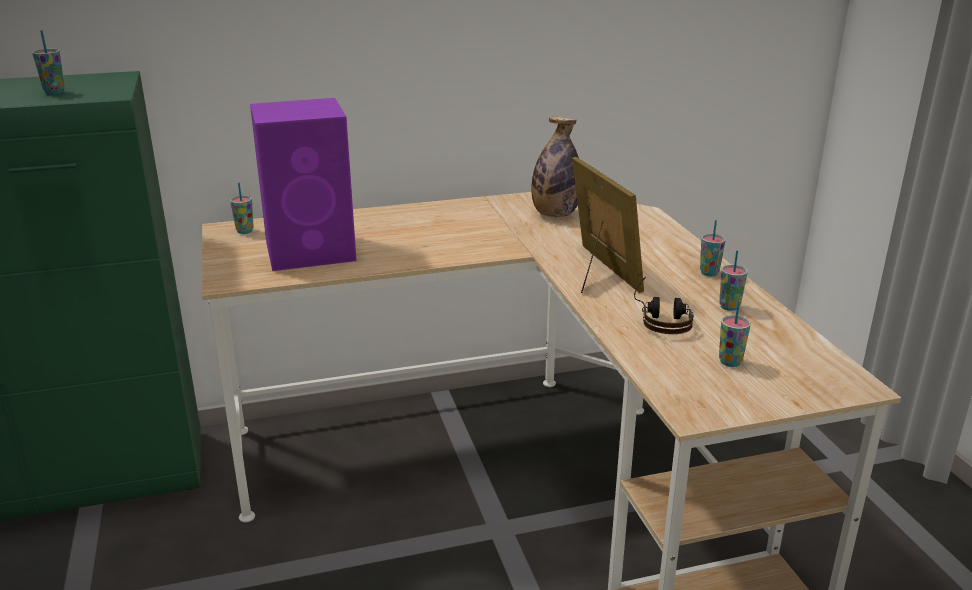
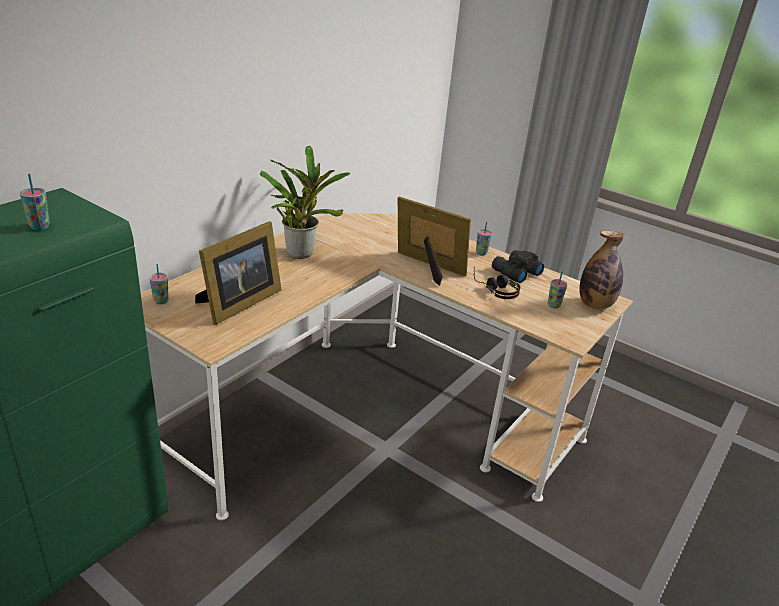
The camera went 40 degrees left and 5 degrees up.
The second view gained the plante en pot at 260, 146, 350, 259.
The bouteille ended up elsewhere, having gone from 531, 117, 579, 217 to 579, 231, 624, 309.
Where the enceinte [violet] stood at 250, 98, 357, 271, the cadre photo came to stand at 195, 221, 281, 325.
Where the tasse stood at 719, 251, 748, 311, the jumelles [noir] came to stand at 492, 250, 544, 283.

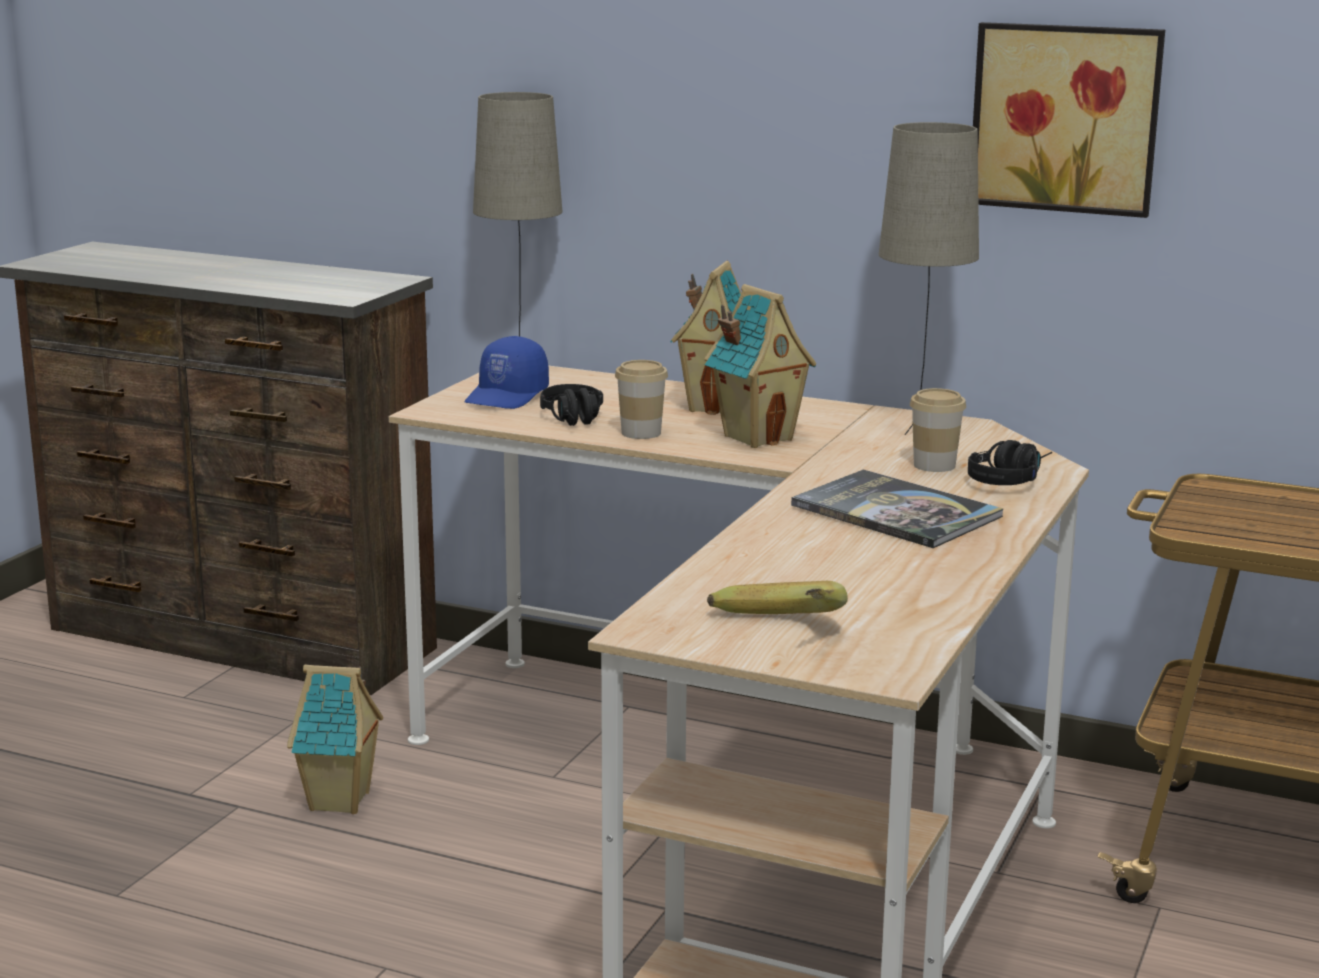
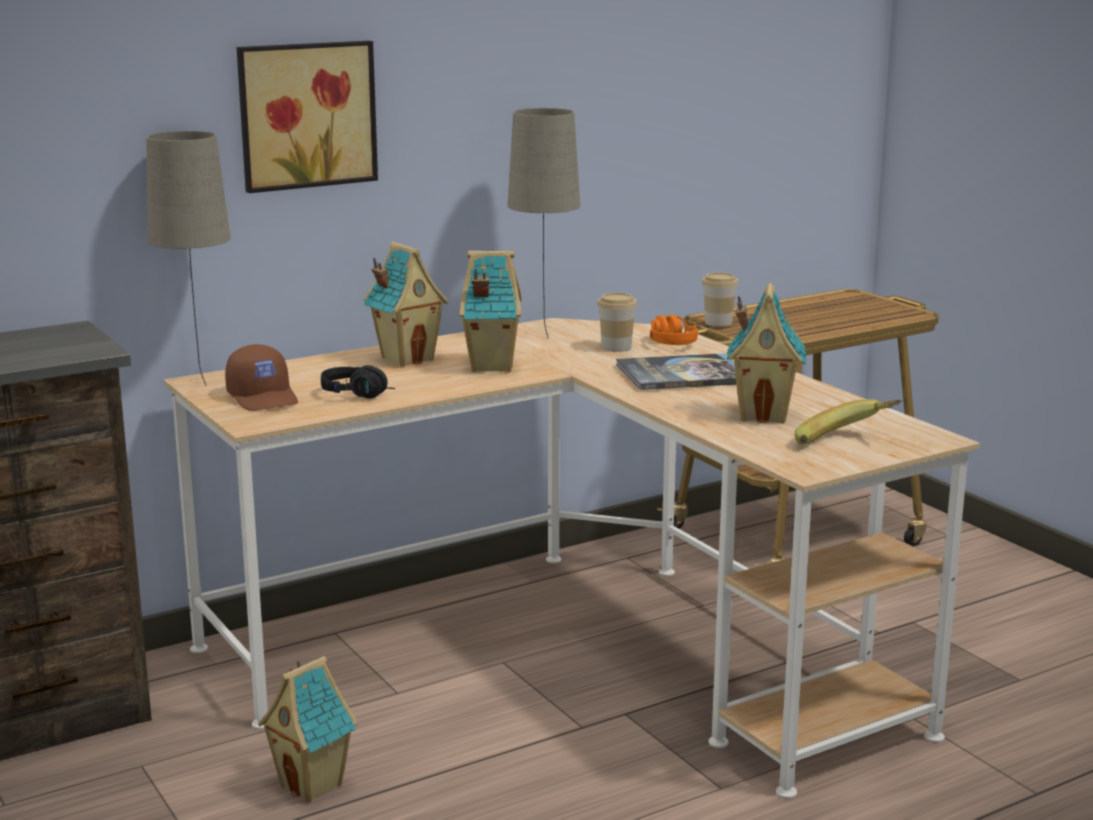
The camera went 55 degrees left and 0 degrees up.
The second view gained the maison miniature at 727, 283, 806, 424.
The tasse ended up elsewhere, having gone from 615, 360, 668, 439 to 702, 273, 738, 327.
The tableau ended up elsewhere, having gone from 973, 22, 1165, 218 to 236, 41, 378, 193.
What was the casquette [bleu] at 465, 336, 549, 409 turned into the casquette [marron] at 225, 344, 298, 411.
What was the casque audio [noir] at 968, 440, 1052, 485 turned into the casque audio [orange] at 650, 315, 698, 345.

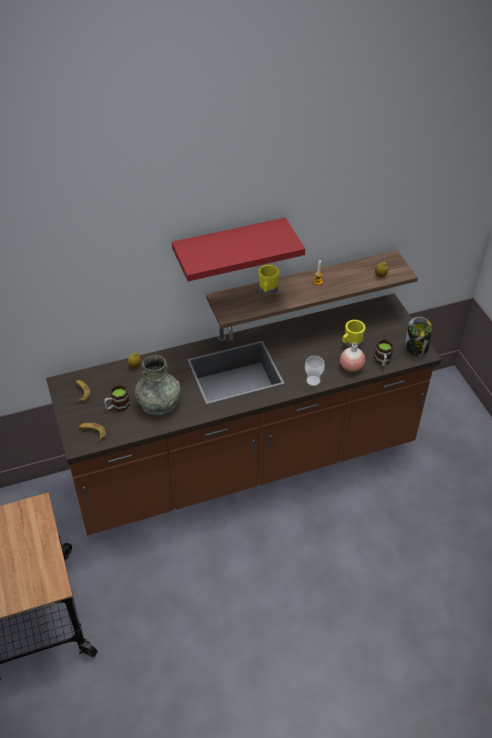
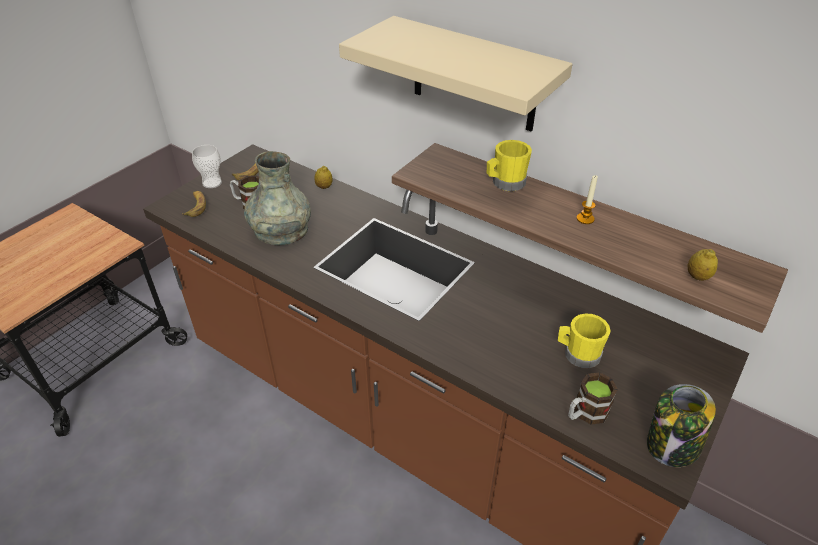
The camera went 55 degrees right and 5 degrees down.
The second view lost the vase at 340, 343, 365, 372.
The tasse ended up elsewhere, having gone from 305, 356, 325, 386 to 192, 145, 222, 188.
What was the étagère [rouge] at 172, 218, 305, 281 turned into the étagère [beige] at 339, 16, 573, 132.

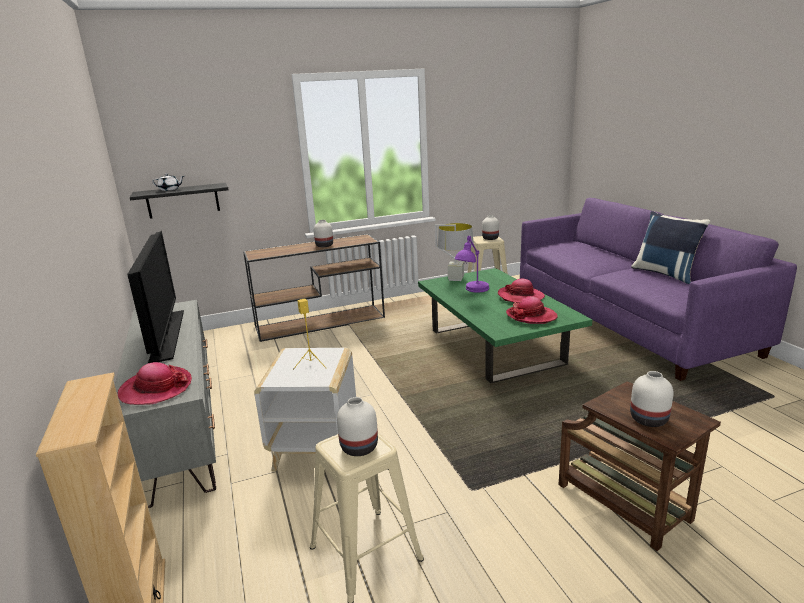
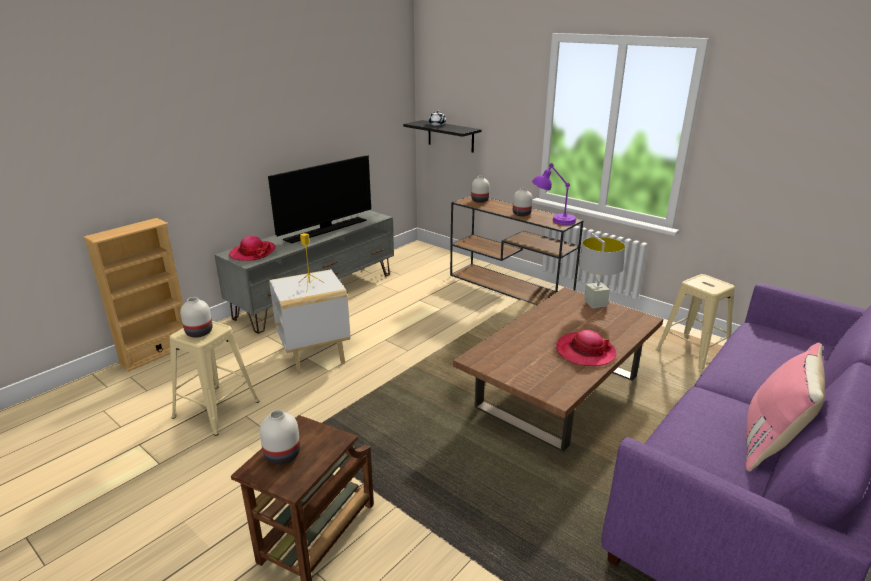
The camera went 60 degrees right and 5 degrees up.
The second view lost the chapeau at 506, 296, 558, 324.
The lampe de table [violet] ended up elsewhere, having gone from 455, 236, 489, 293 to 532, 163, 576, 225.
The vase [blanc] ended up elsewhere, having gone from 482, 215, 499, 240 to 471, 176, 489, 203.
What was the table basse [vert] at 418, 268, 592, 384 turned into the table basse [marron] at 453, 287, 663, 452.
What was the coussin [bleu] at 631, 211, 710, 284 turned into the coussin [rose] at 745, 343, 825, 472.

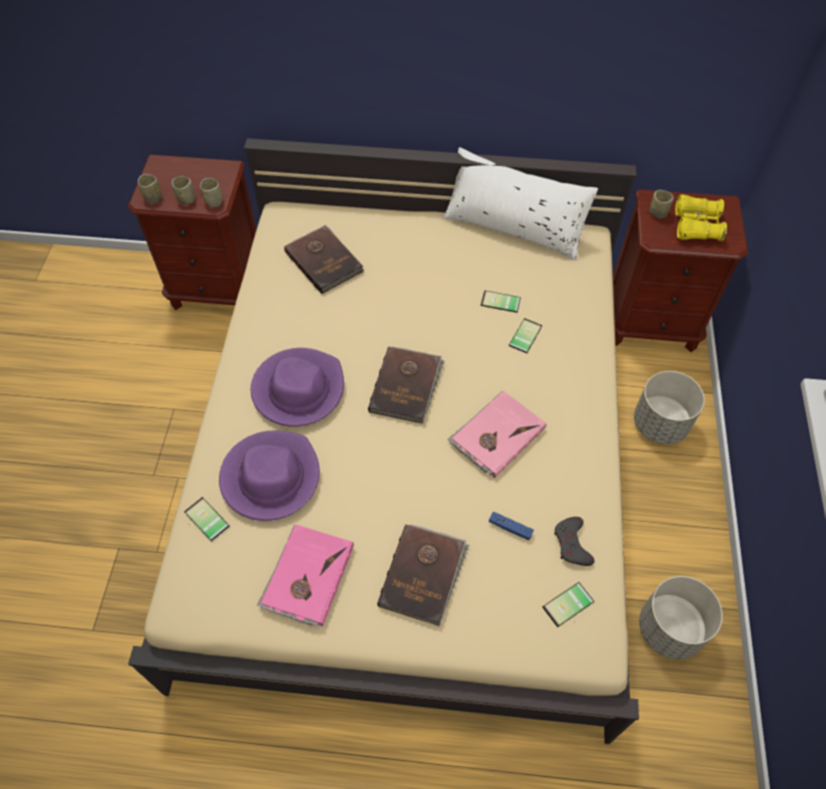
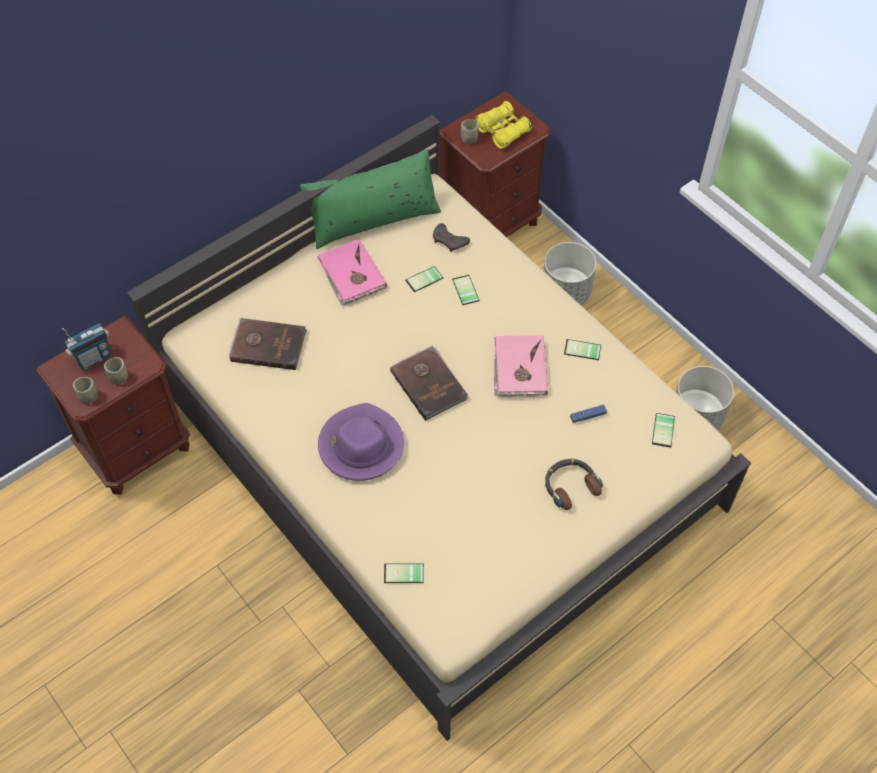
The camera went 45 degrees left and 0 degrees up.
The second view lost the tasse at 200, 178, 222, 207.
The second view lost the chapeau [violet] at 219, 430, 320, 521.
The second view gained the radio at 62, 324, 111, 370.
The second view gained the téléphone at 564, 339, 601, 360.
The livre [rose] ended up elsewhere, having gone from 257, 524, 354, 626 to 317, 239, 387, 306.
The manette [gris] ended up elsewhere, having gone from 554, 517, 595, 566 to 433, 223, 470, 252.
Where the livre [marron] stood at 377, 524, 469, 626, the casque audio came to stand at 545, 458, 603, 510.
What was the coussin [blanc] at 443, 147, 598, 260 turned into the coussin [vert] at 300, 149, 441, 249.

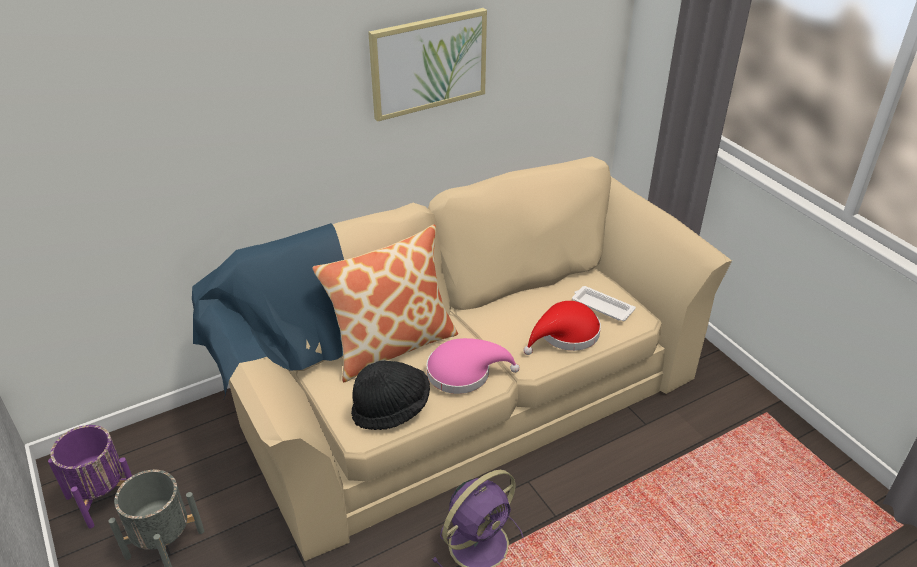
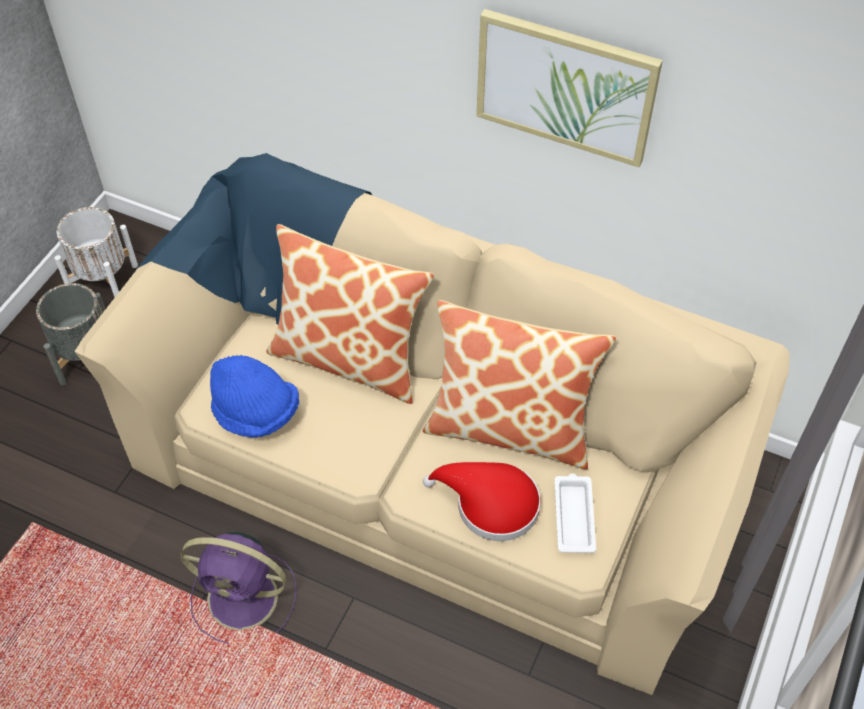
The camera went 55 degrees right and 15 degrees up.
The second view lost the chapeau [rose] at 426, 338, 520, 394.
The second view gained the coussin at 423, 300, 616, 470.
What was the cache-pot [violet] at 48, 425, 132, 529 turned into the cache-pot [blanc] at 54, 207, 138, 297.
What was the chapeau [noir] at 351, 361, 430, 430 turned into the chapeau [bleu] at 210, 355, 299, 438.

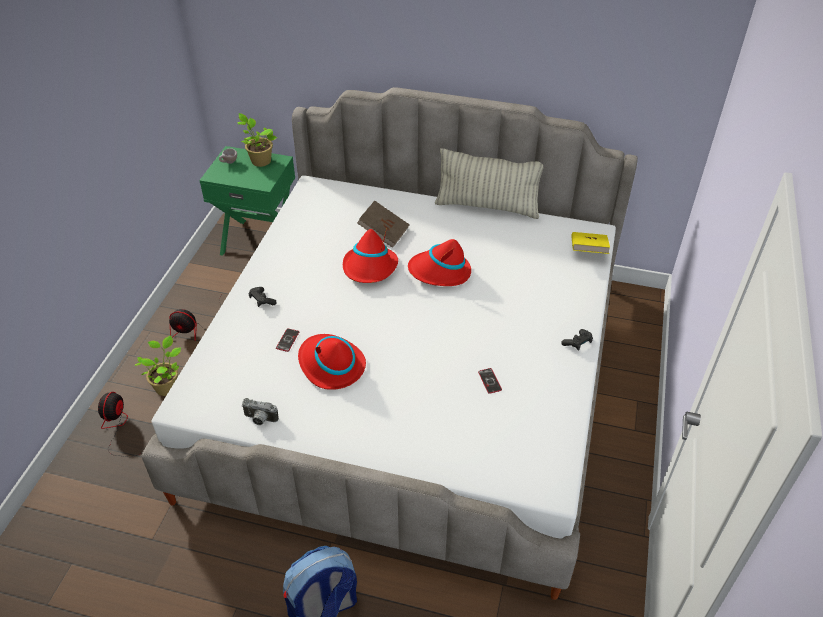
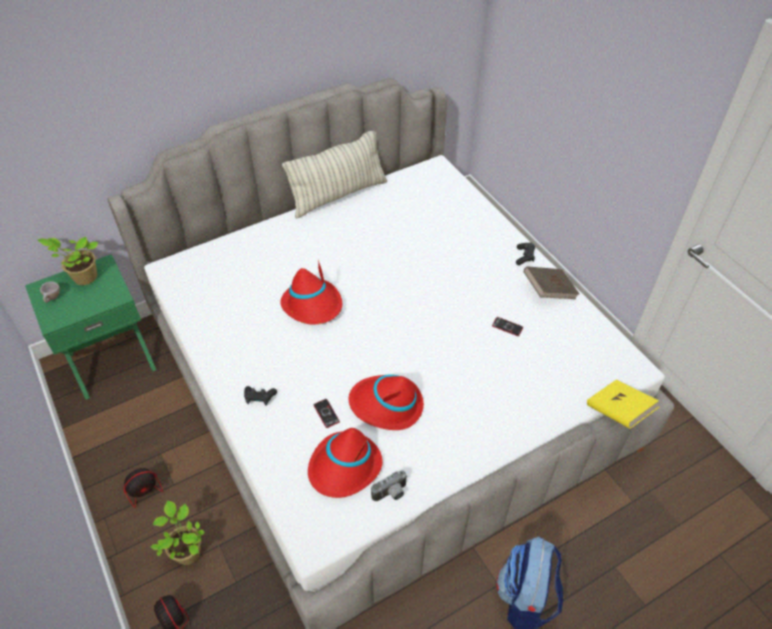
The camera went 45 degrees left and 5 degrees up.
The livre [marron] ended up elsewhere, having gone from 357, 201, 410, 248 to 524, 266, 579, 299.
The chapeau [rouge] ended up elsewhere, having gone from 408, 239, 471, 286 to 308, 428, 383, 498.
The livre [jaune] ended up elsewhere, having gone from 571, 232, 610, 254 to 587, 380, 659, 429.

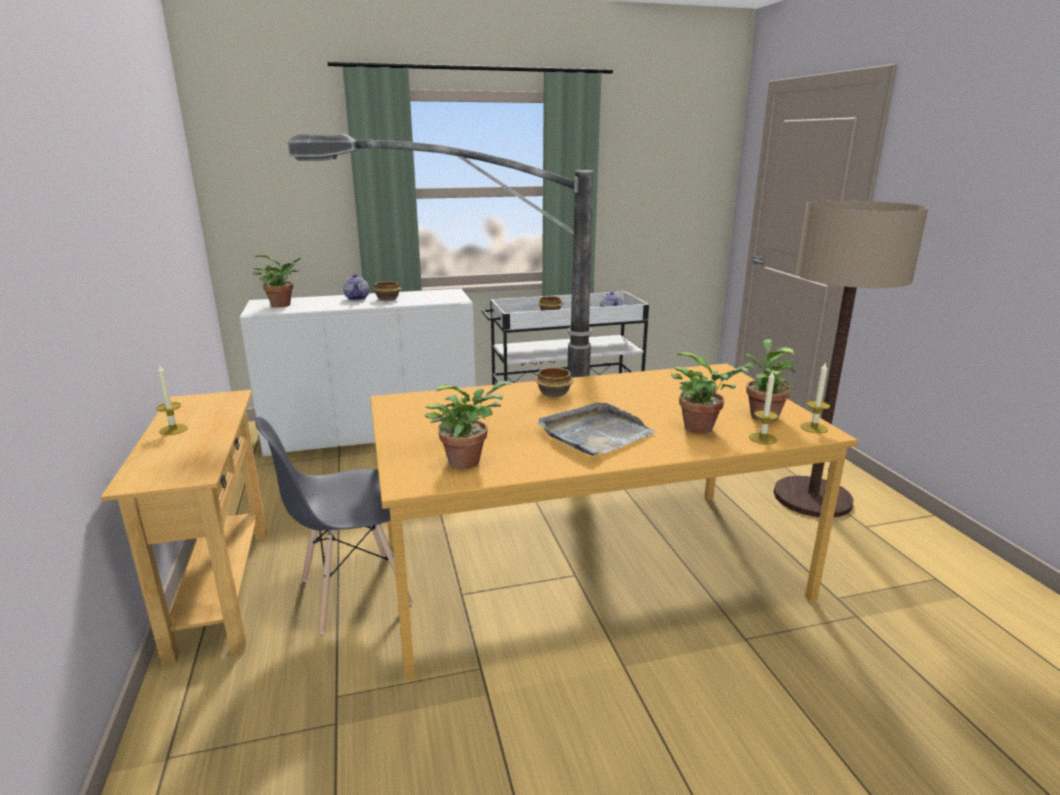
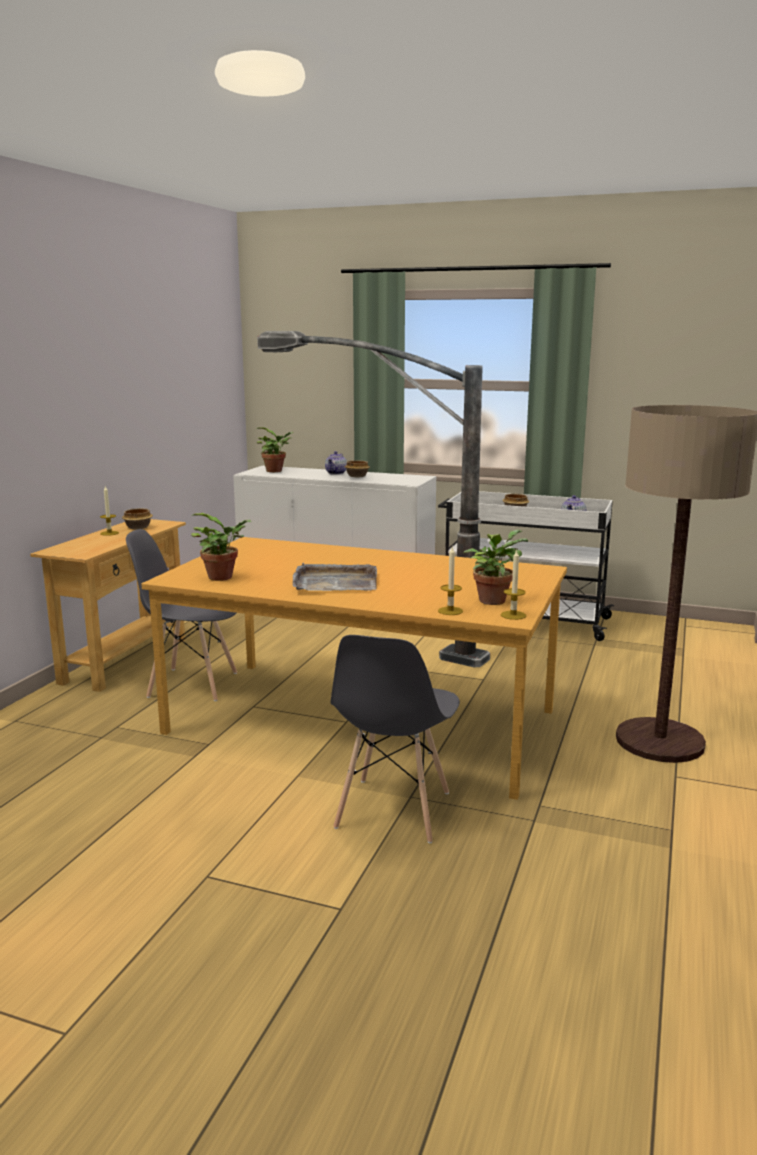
The camera went 35 degrees right and 5 degrees down.
The second view lost the plante en pot at 671, 352, 749, 434.
The second view gained the chaise [gris] at 331, 635, 460, 843.
The bol ended up elsewhere, having gone from 535, 367, 574, 397 to 122, 508, 153, 530.

